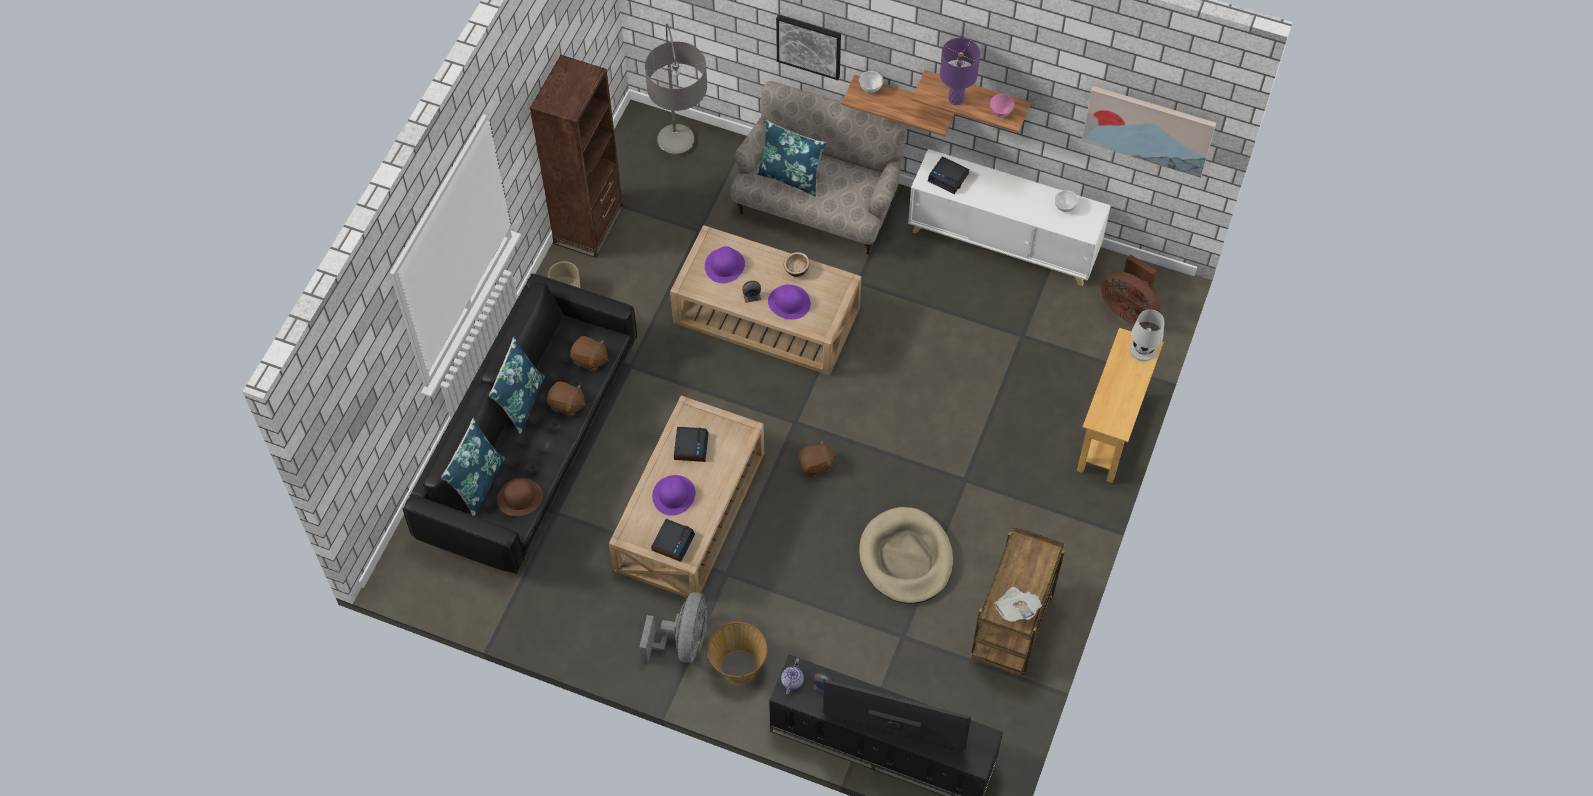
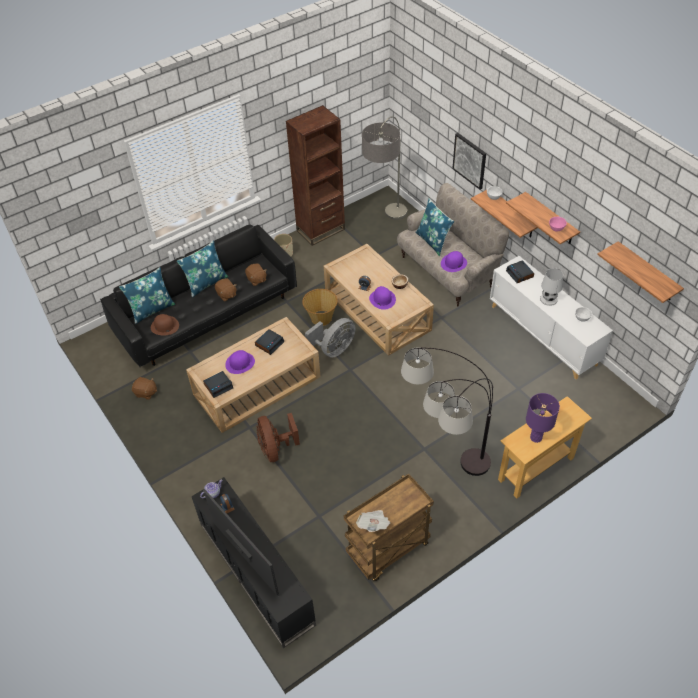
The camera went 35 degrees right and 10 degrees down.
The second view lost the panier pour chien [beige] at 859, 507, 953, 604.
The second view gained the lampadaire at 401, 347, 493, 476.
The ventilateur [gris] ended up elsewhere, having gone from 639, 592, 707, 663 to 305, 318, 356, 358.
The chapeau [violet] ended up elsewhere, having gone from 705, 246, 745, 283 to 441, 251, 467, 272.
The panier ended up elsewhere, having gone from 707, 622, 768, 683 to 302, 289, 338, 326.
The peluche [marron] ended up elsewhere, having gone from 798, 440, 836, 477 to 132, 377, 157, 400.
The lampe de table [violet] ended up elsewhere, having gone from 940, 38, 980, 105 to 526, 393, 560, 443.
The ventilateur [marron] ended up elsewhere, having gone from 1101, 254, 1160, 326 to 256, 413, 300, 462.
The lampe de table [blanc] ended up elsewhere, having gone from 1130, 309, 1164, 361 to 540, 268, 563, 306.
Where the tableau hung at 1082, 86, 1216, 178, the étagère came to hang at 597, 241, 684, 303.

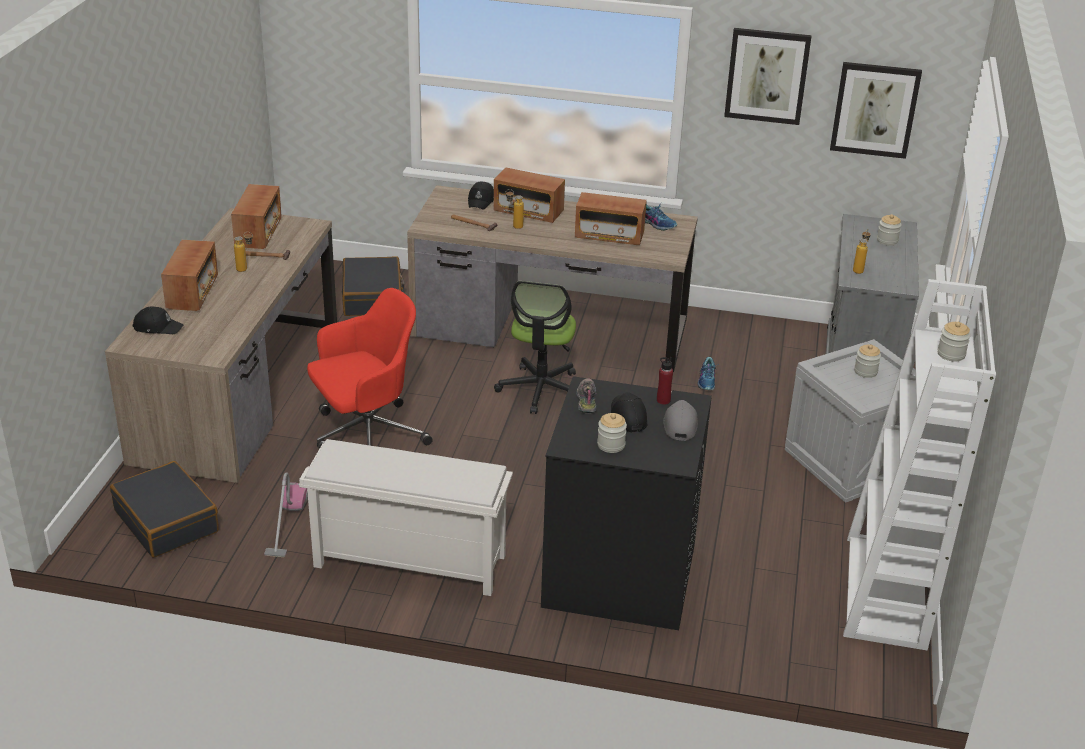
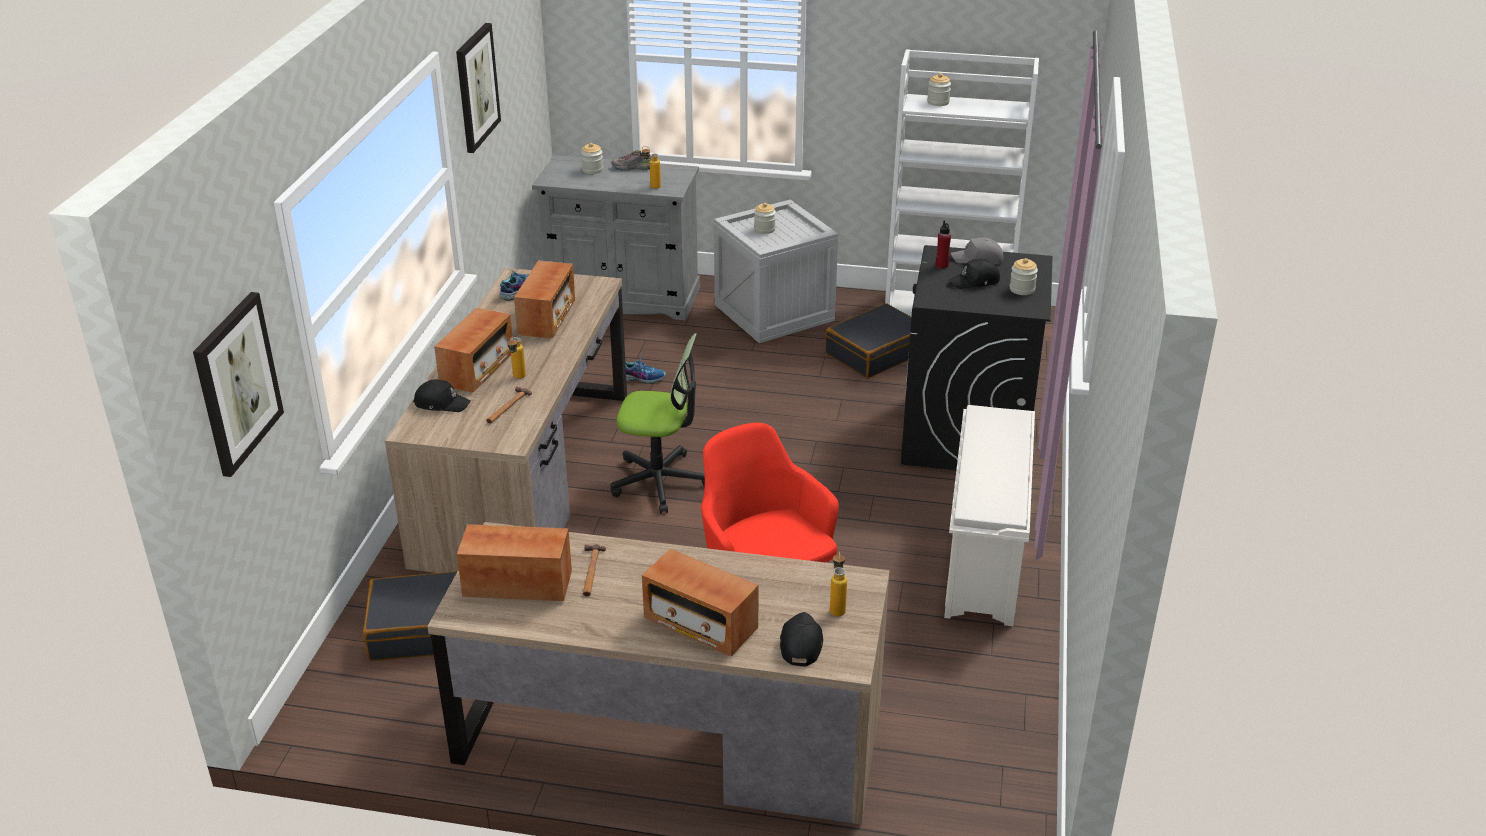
The camera went 90 degrees left and 0 degrees up.
The second view lost the aspirateur at 264, 472, 308, 557.
The valise [noir] ended up elsewhere, having gone from 110, 461, 219, 557 to 825, 303, 911, 378.
The bouteille ended up elsewhere, having gone from 234, 232, 253, 272 to 830, 551, 847, 616.
The chaussure ended up elsewhere, having gone from 576, 378, 596, 414 to 611, 150, 651, 171.
The tableau ended up elsewhere, having gone from 830, 62, 922, 159 to 193, 292, 284, 477.
The radio at 161, 240, 218, 311 ended up facing another way, 150 degrees counterclockwise from before.

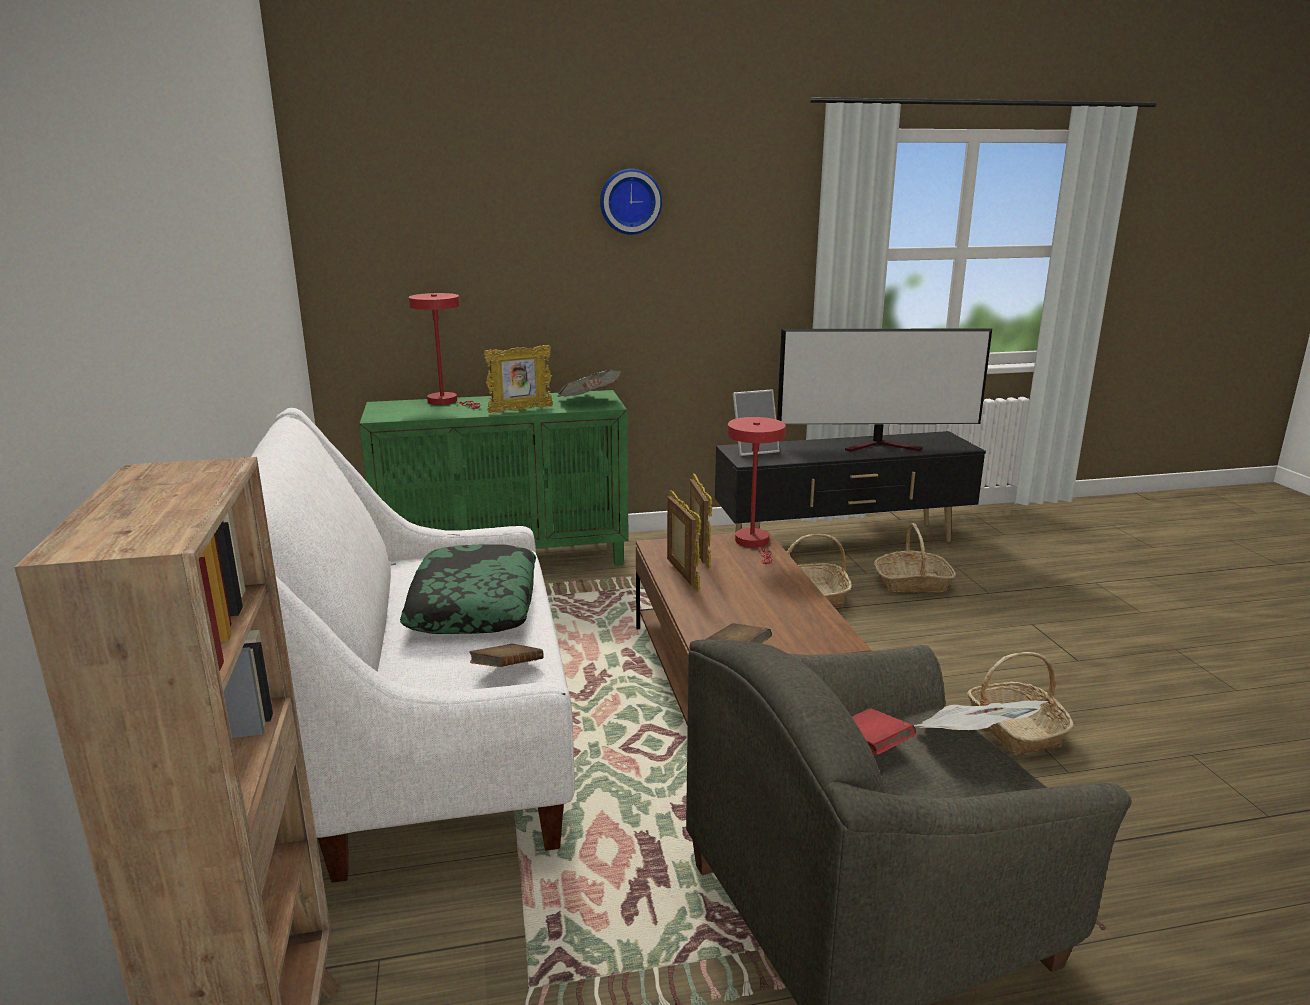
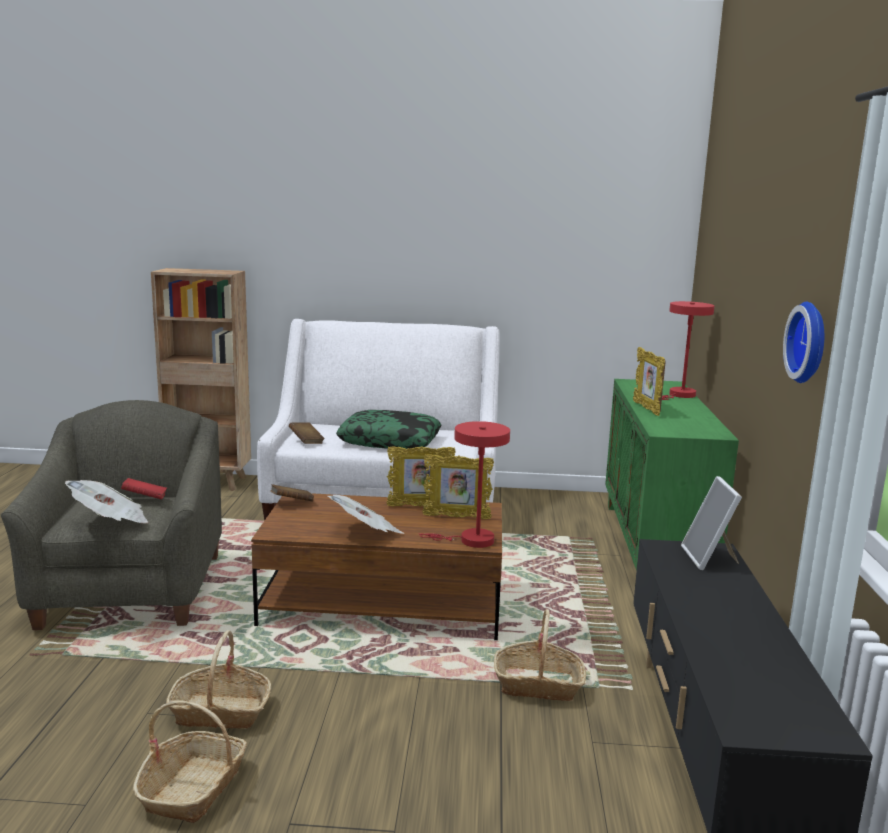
The camera went 105 degrees right and 5 degrees down.
The second view lost the téléviseur at 777, 328, 992, 452.
The journal ended up elsewhere, having gone from 556, 370, 621, 397 to 328, 495, 404, 534.
The horloge murale ended up elsewhere, having gone from 600, 169, 662, 235 to 783, 302, 824, 383.
The panier ended up elsewhere, having gone from 874, 523, 956, 592 to 133, 700, 247, 823.

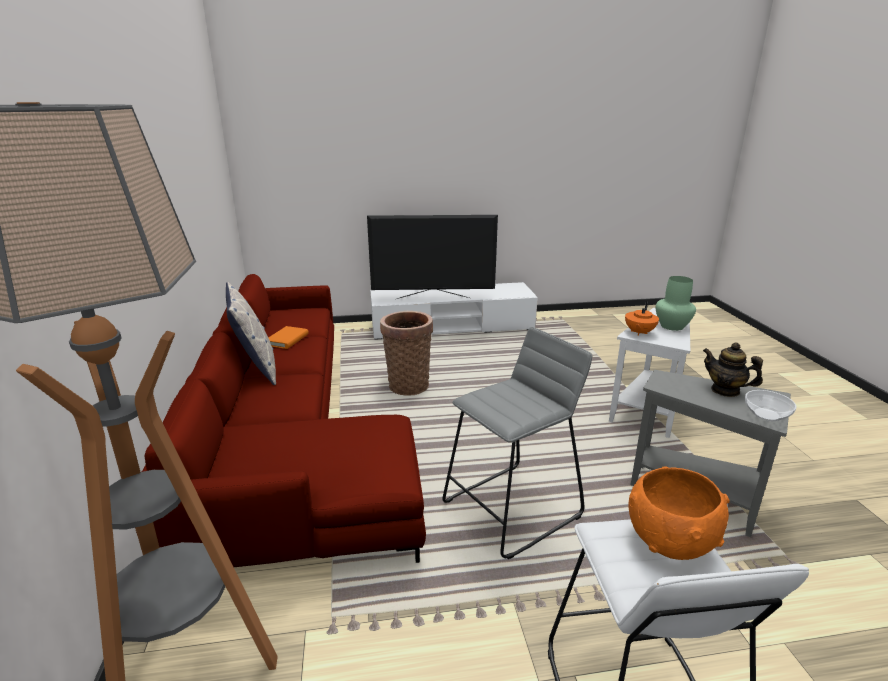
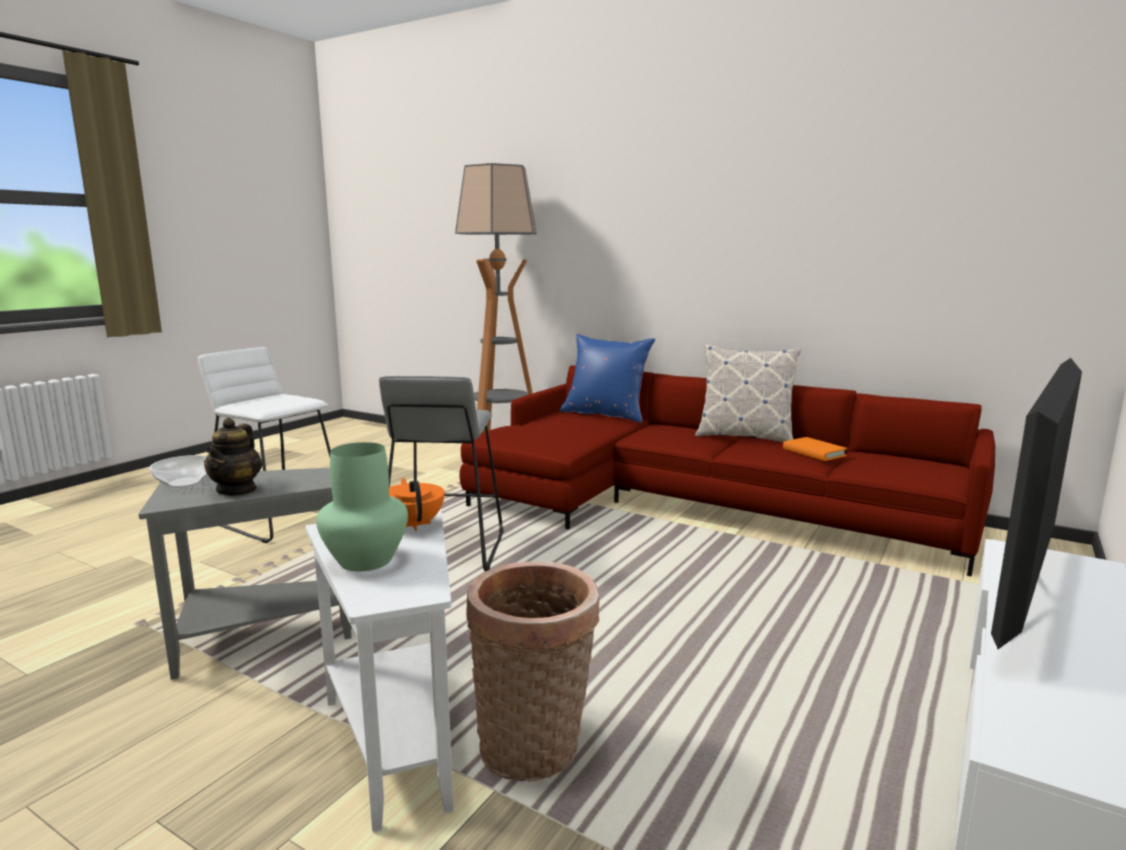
The camera went 130 degrees right and 10 degrees down.
The second view lost the bol [orange] at 628, 467, 730, 560.
The second view gained the coussin [bleu] at 560, 334, 655, 423.
The panier ended up elsewhere, having gone from 380, 311, 433, 395 to 466, 561, 599, 782.
The théière at 703, 342, 763, 397 ended up facing another way, 105 degrees clockwise from before.

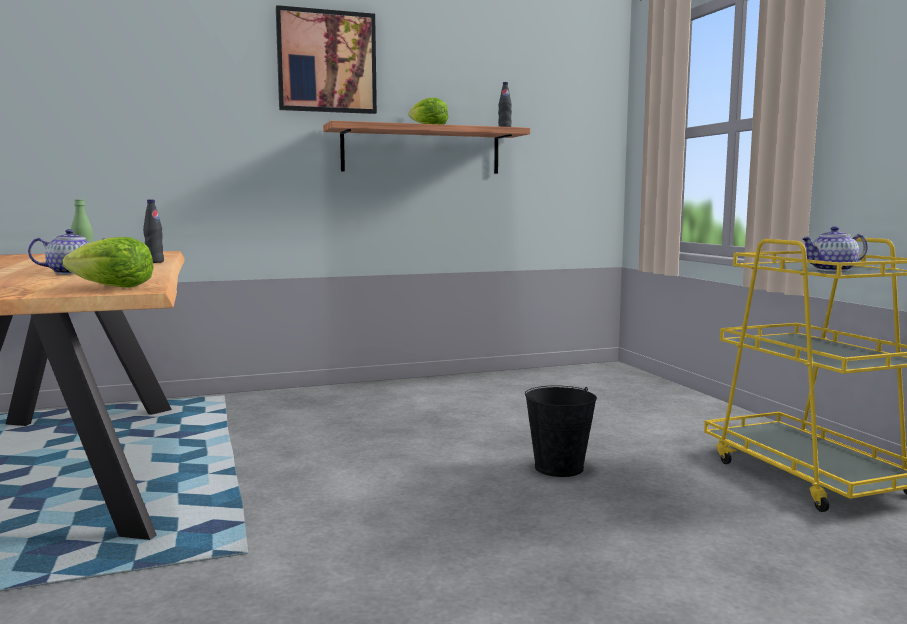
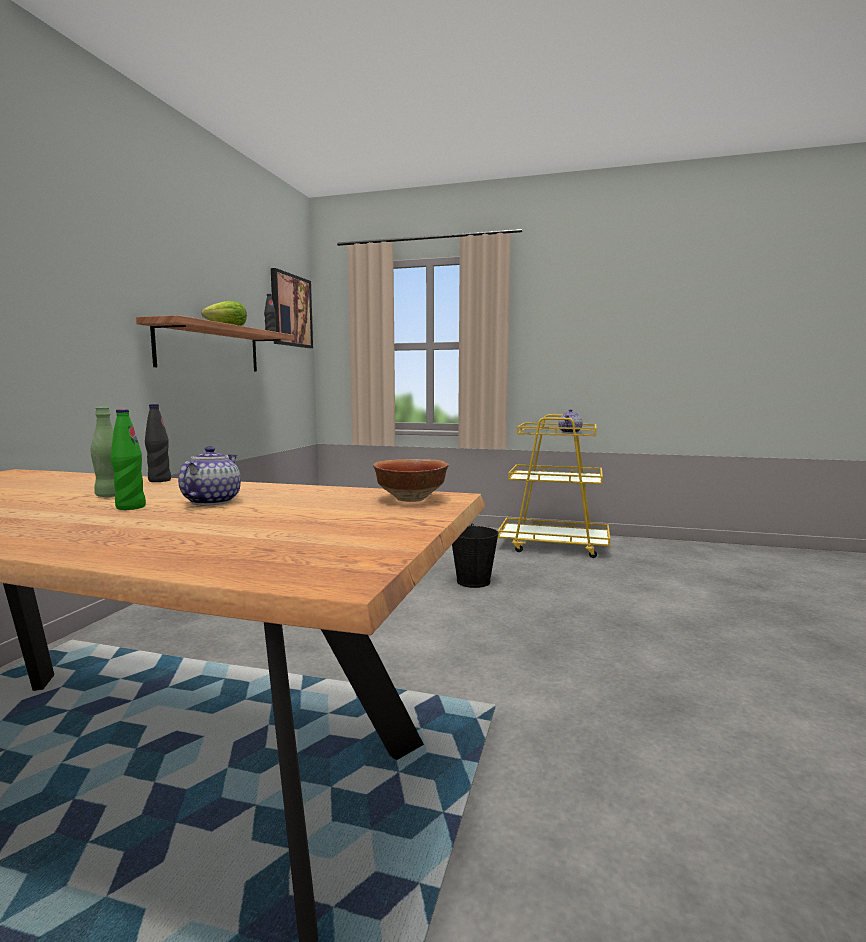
The camera went 55 degrees left and 0 degrees up.
The second view gained the bouteille [vert] at 111, 409, 146, 510.
The tableau ended up elsewhere, having gone from 276, 5, 377, 114 to 271, 268, 313, 348.
Where the laitue stood at 63, 237, 154, 288, the bol came to stand at 373, 459, 449, 502.

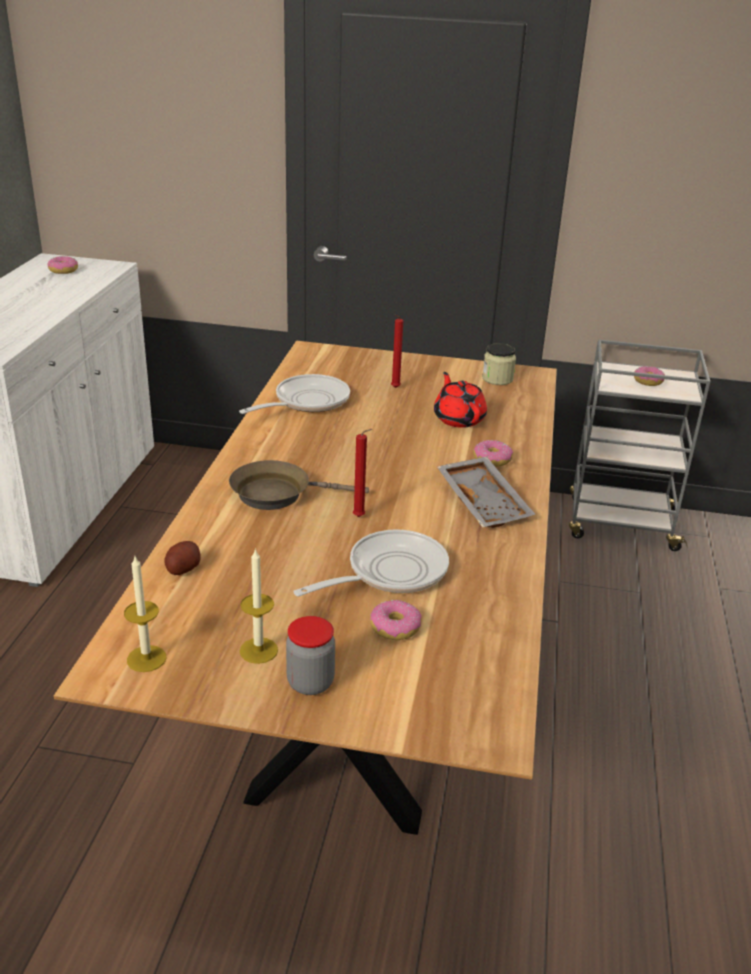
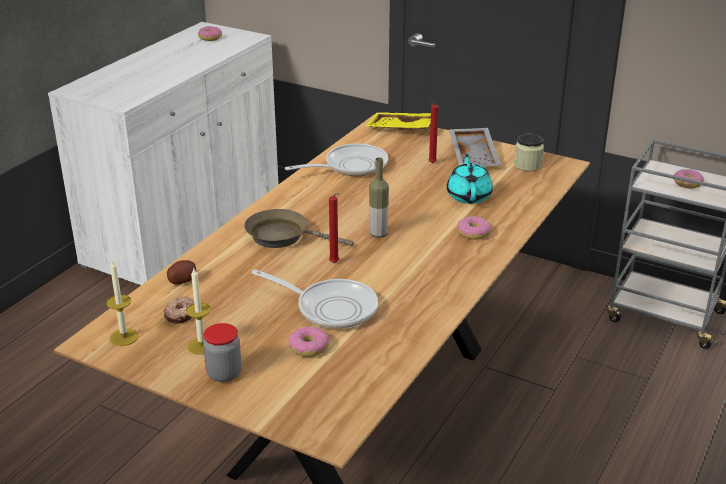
The camera went 20 degrees right and 0 degrees up.
The second view gained the beignet at 163, 297, 194, 324.
The second view gained the plateau [jaune] at 365, 112, 431, 130.
The second view gained the bouteille at 369, 157, 389, 238.
The plateau [gris] ended up elsewhere, having gone from 437, 457, 536, 528 to 449, 128, 501, 167.
What was the théière [rouge] at 434, 372, 487, 428 turned into the théière [turquoise] at 447, 154, 493, 204.
The poêle at 293, 529, 449, 597 ended up facing another way, 45 degrees clockwise from before.

